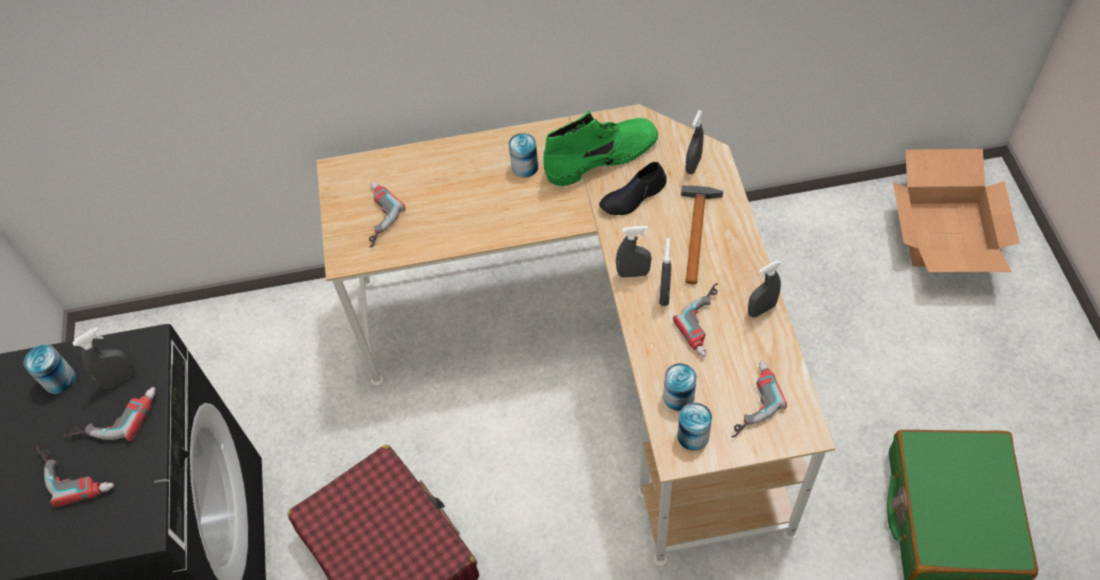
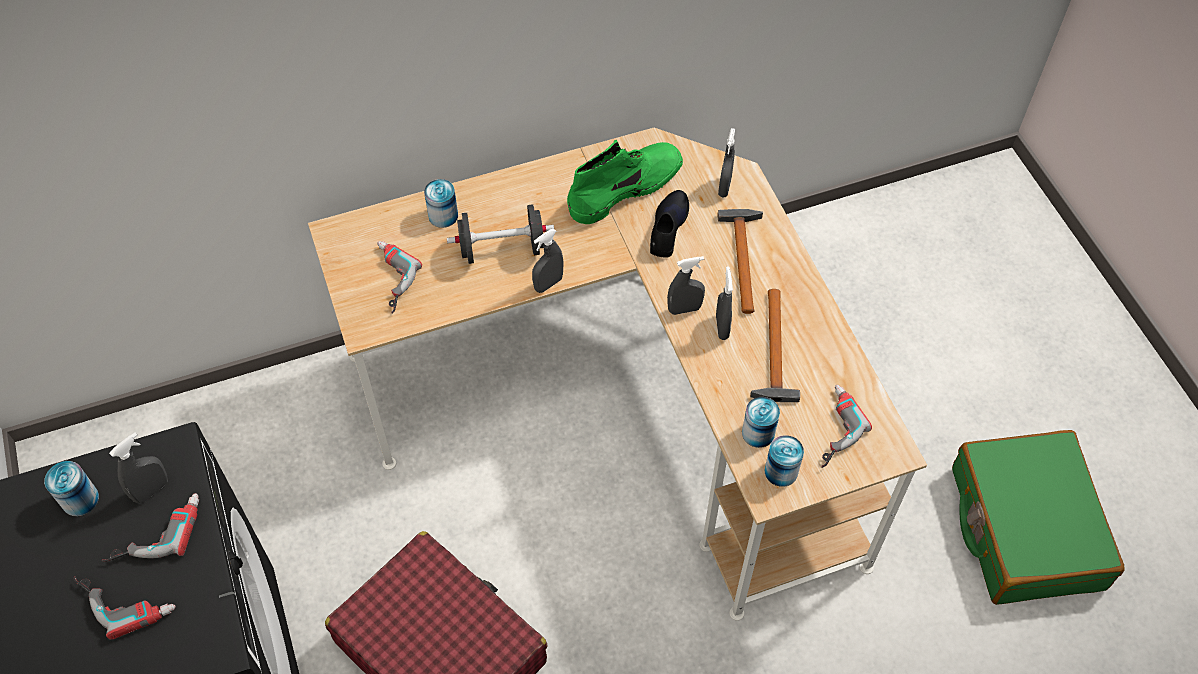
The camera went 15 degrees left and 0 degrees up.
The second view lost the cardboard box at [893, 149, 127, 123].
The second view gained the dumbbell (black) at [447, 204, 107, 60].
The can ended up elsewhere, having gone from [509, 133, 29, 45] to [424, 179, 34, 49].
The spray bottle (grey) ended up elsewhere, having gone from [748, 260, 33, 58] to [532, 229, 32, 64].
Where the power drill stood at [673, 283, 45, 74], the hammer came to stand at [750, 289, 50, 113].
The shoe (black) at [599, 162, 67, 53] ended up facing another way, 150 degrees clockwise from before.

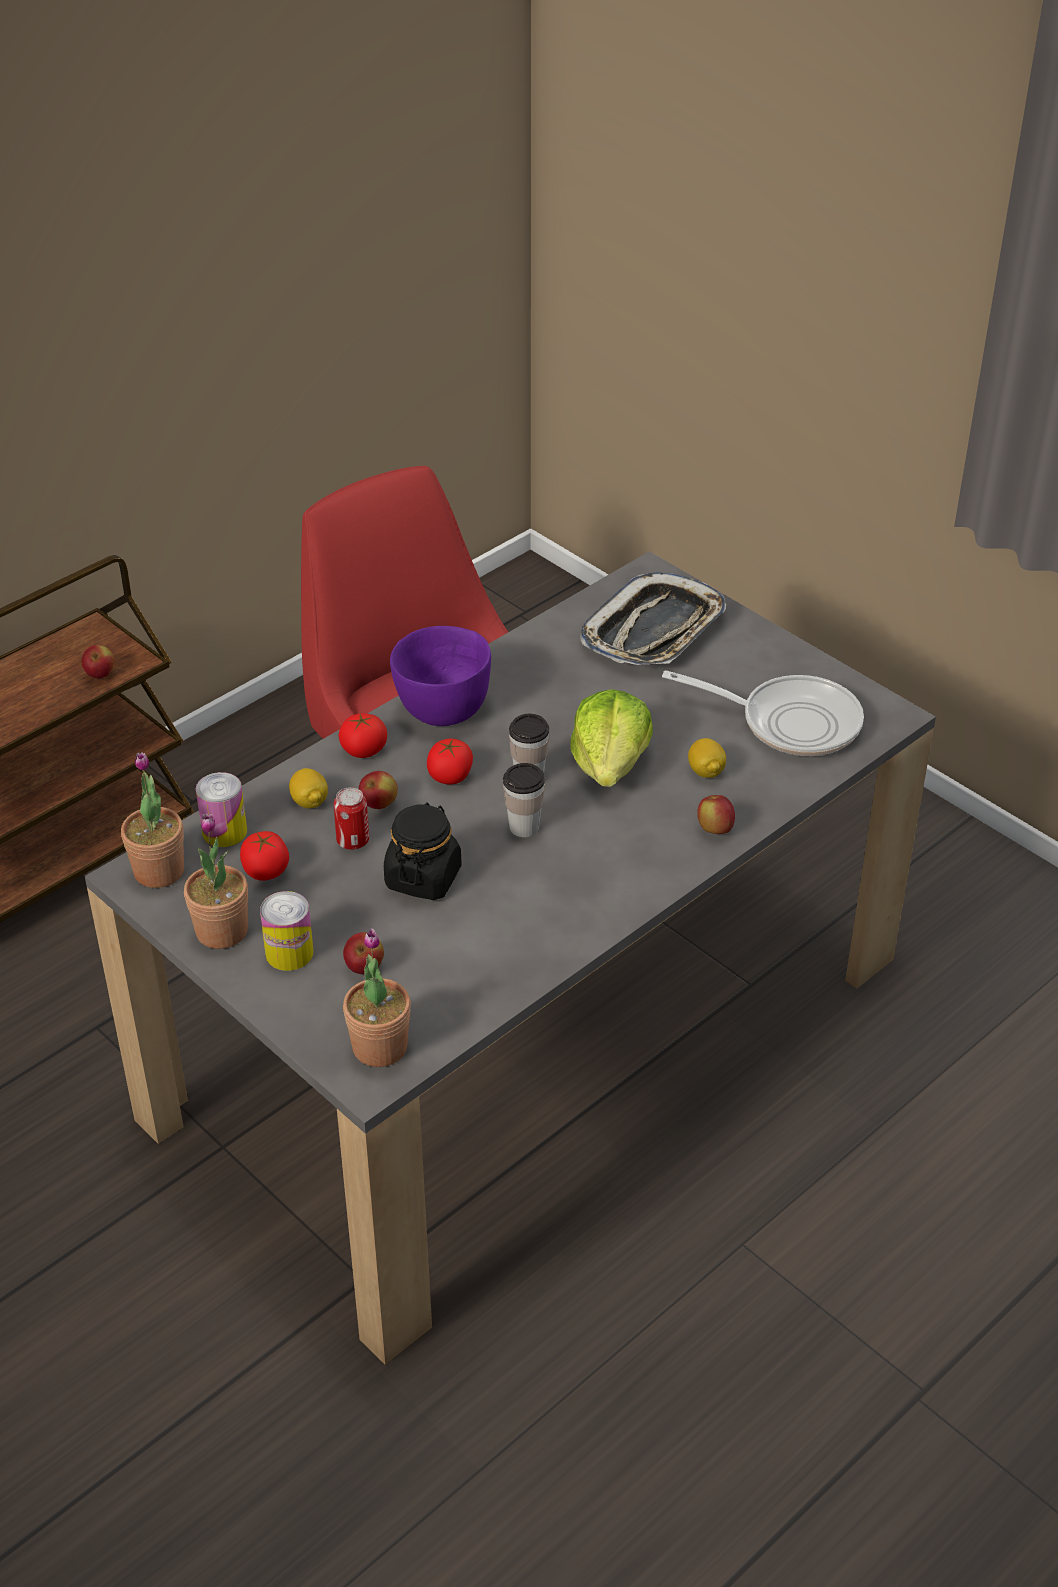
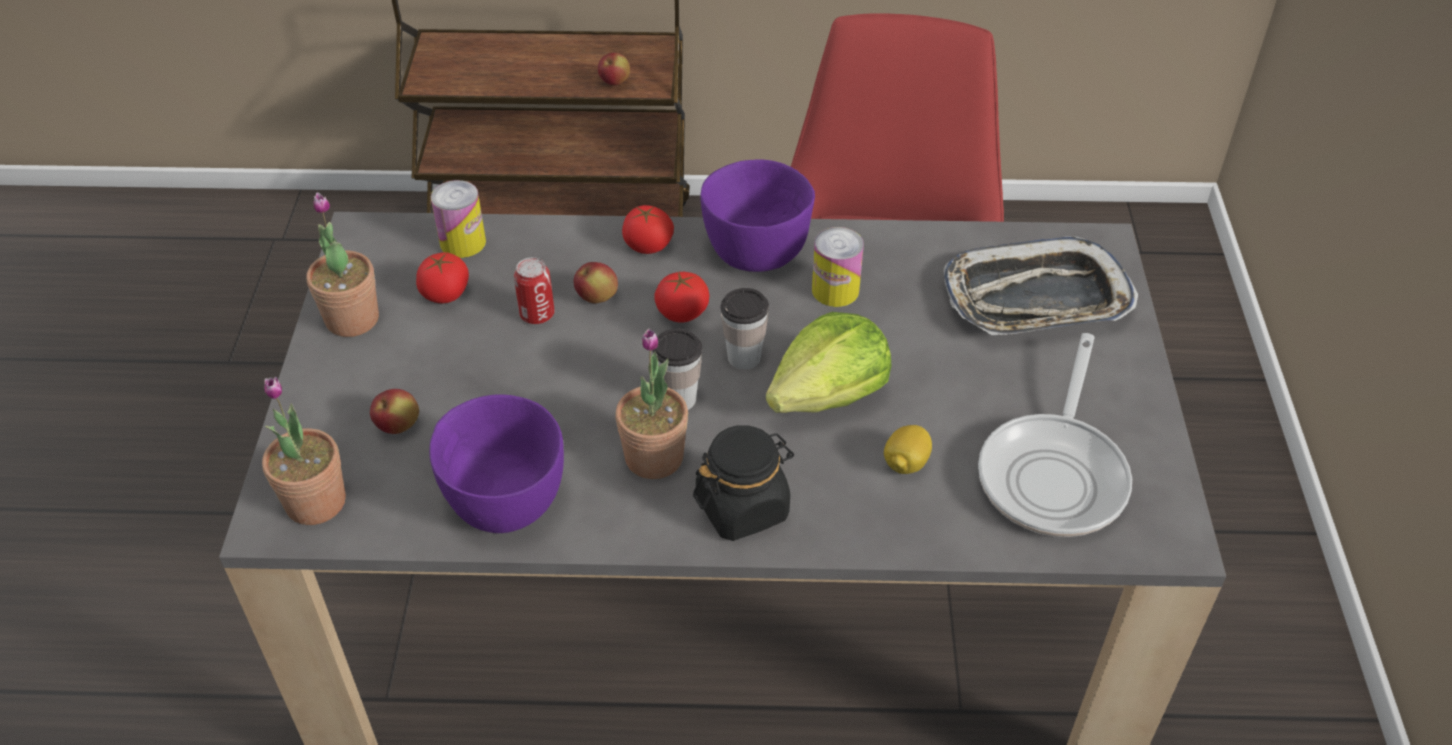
The camera went 45 degrees right and 5 degrees up.
The second view lost the lemon at [289, 768, 39, 40].
The second view lost the apple at [697, 795, 38, 39].
The second view gained the bowl (purple) at [430, 394, 134, 139].
The potted plant ended up elsewhere, having gone from [121, 752, 63, 136] to [615, 329, 73, 150].
The can ended up elsewhere, having gone from [260, 891, 53, 80] to [812, 227, 52, 80].
The jar (black) ended up elsewhere, having gone from [384, 802, 78, 98] to [693, 425, 101, 116].
The frying pan at [662, 670, 202, 86] ended up facing another way, 45 degrees clockwise from before.

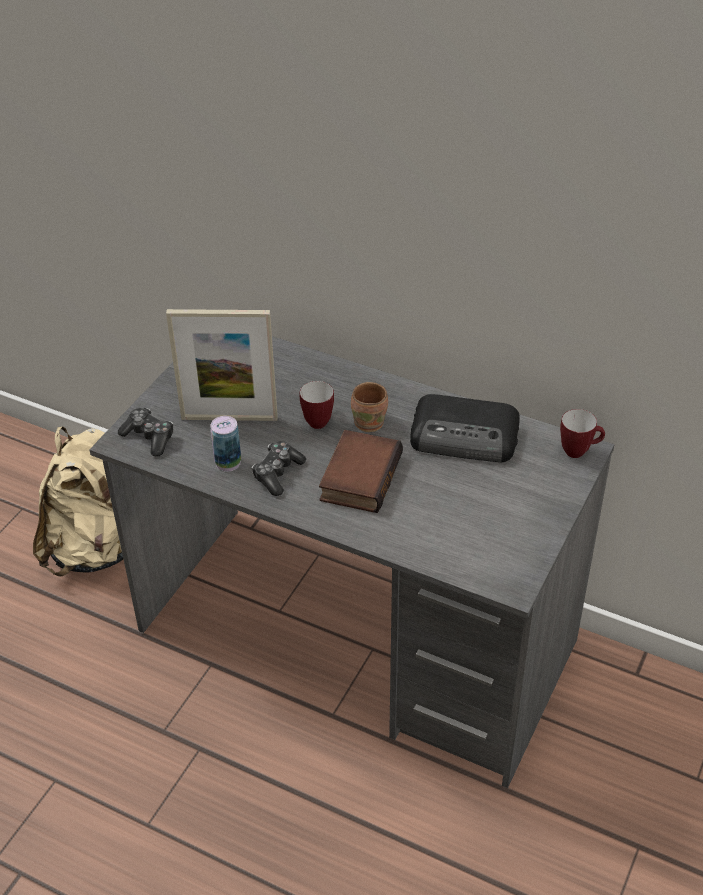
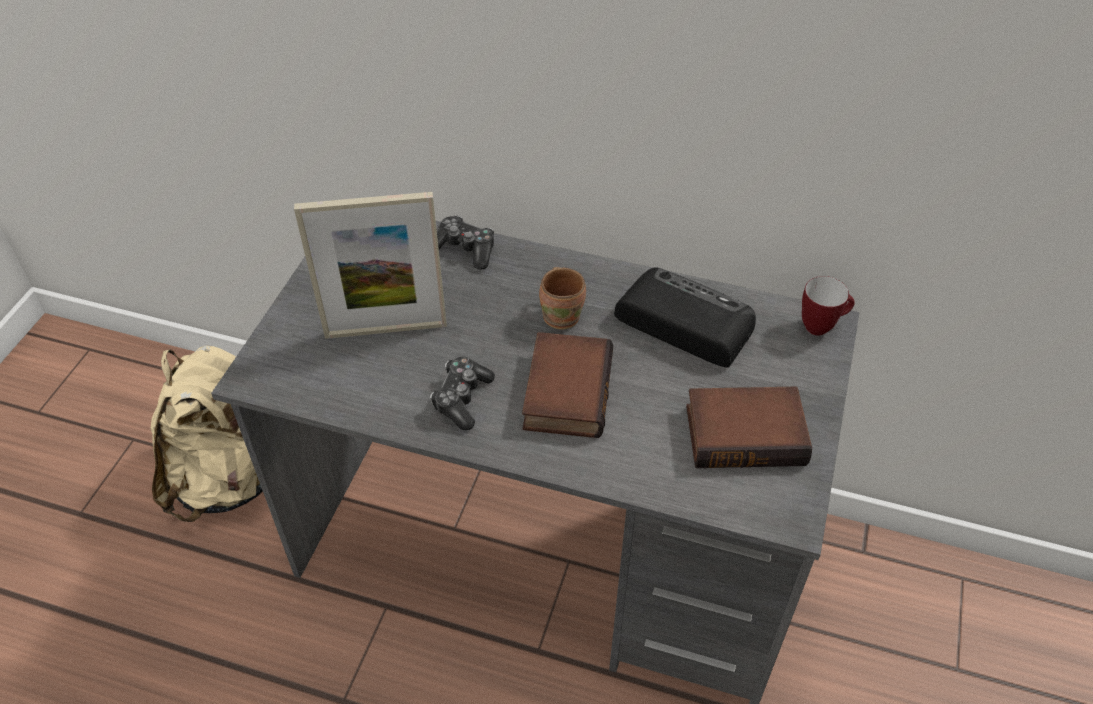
The camera went 10 degrees left and 5 degrees up.
The second view lost the can at [210, 416, 31, 56].
The second view lost the mug at [300, 381, 34, 48].
The second view gained the book at [686, 387, 126, 82].
The game controller ended up elsewhere, having gone from [118, 408, 56, 48] to [437, 216, 57, 54].
The radio at [410, 394, 110, 68] ended up facing another way, 150 degrees counterclockwise from before.

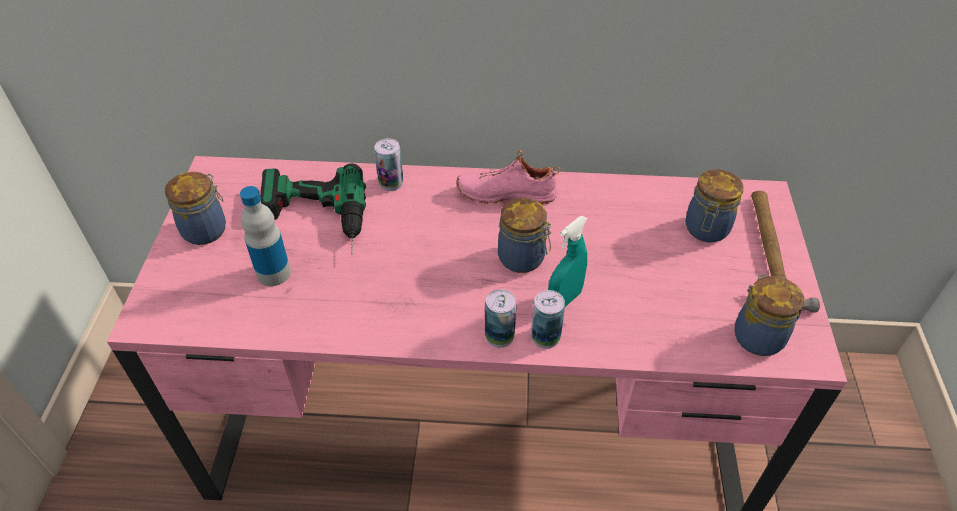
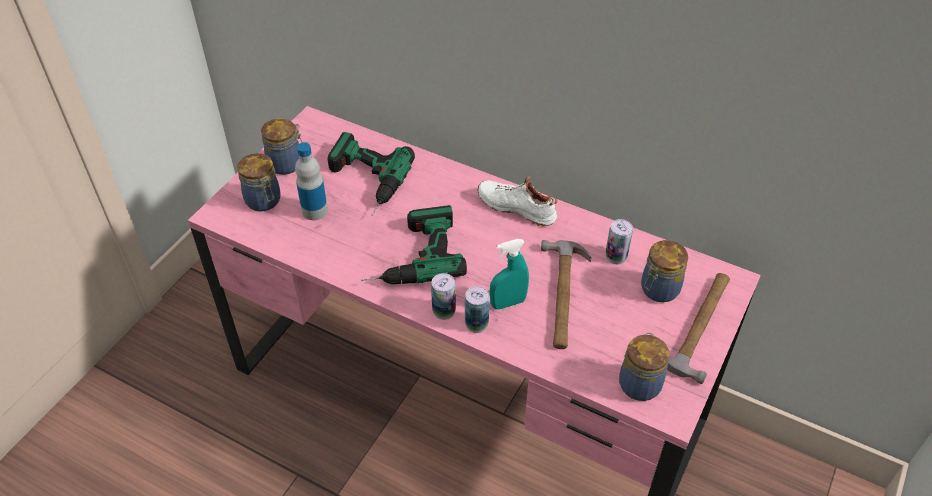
The camera went 25 degrees right and 0 degrees up.
The second view gained the power drill at [361, 205, 106, 79].
The second view gained the hammer at [541, 240, 51, 109].
The can ended up elsewhere, having gone from [374, 138, 29, 53] to [606, 219, 27, 45].
The jar ended up elsewhere, having gone from [498, 198, 53, 75] to [237, 153, 44, 59].
What was the shoe (pink) at [456, 150, 105, 55] turned into the shoe (white) at [478, 176, 79, 51].

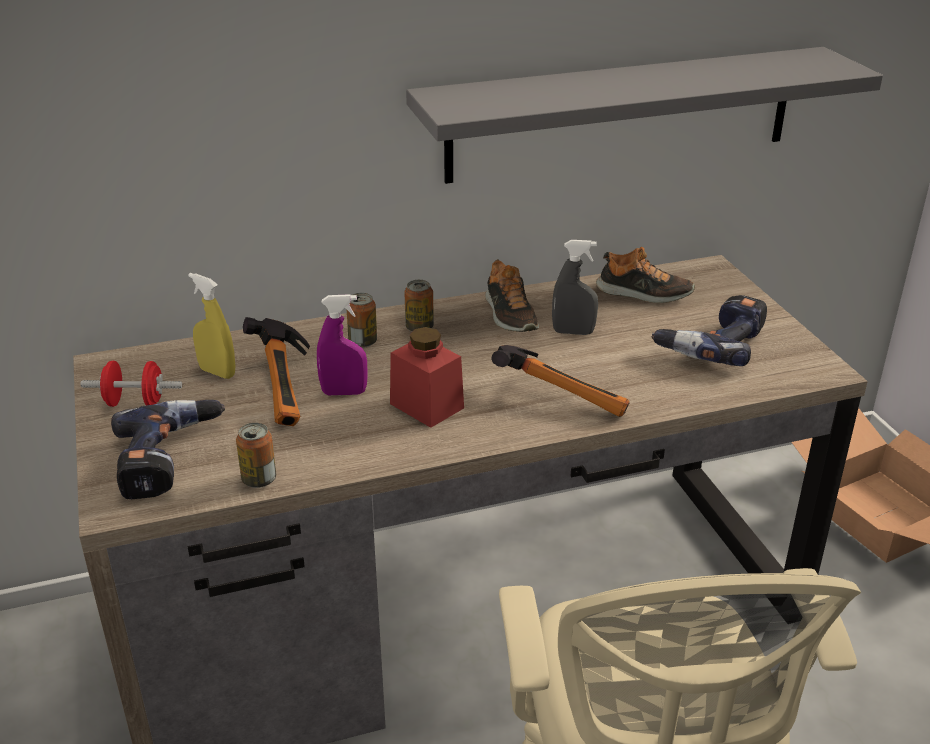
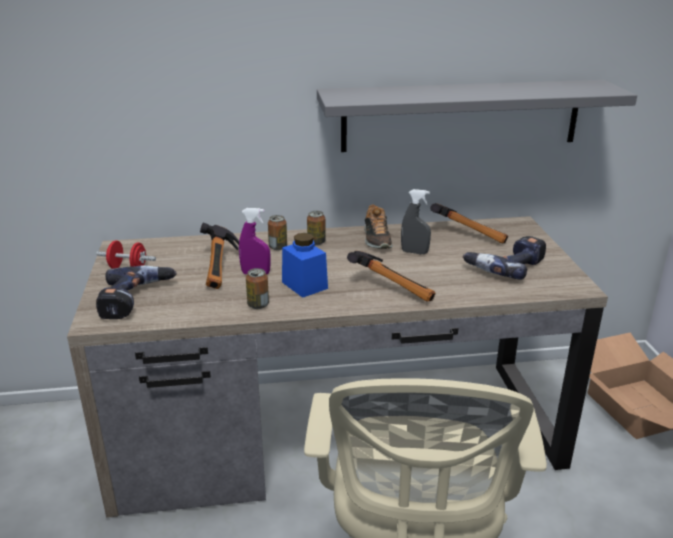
The camera went 10 degrees right and 5 degrees down.
The second view lost the spray bottle (yellow) at [188, 273, 47, 106].
The can ended up elsewhere, having gone from [236, 423, 40, 65] to [246, 268, 23, 41].
Where the shoe stood at [596, 247, 99, 56], the hammer came to stand at [430, 203, 78, 40].
What was the jar (red) at [390, 327, 74, 101] turned into the jar (blue) at [282, 233, 46, 65].

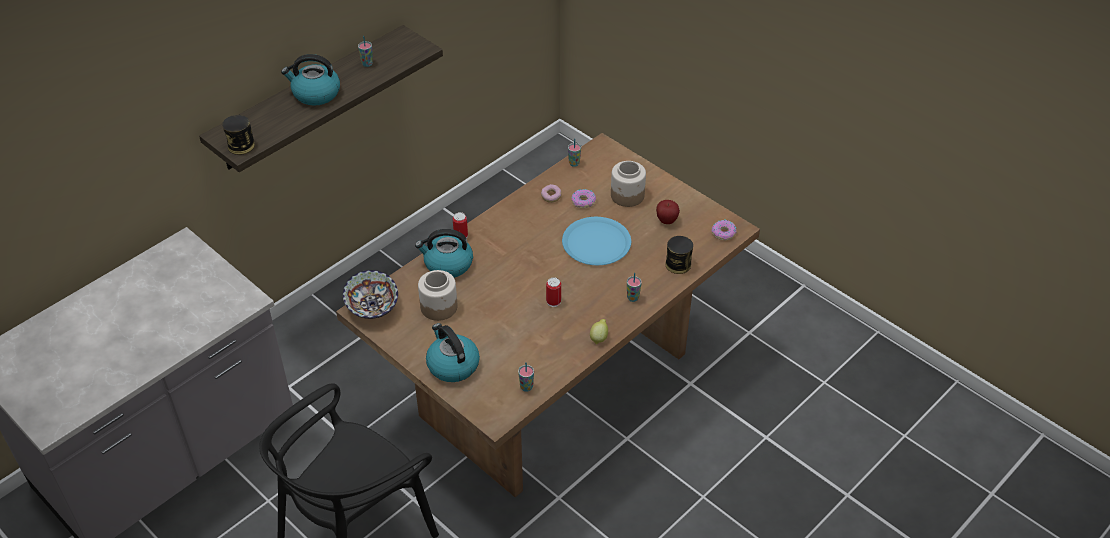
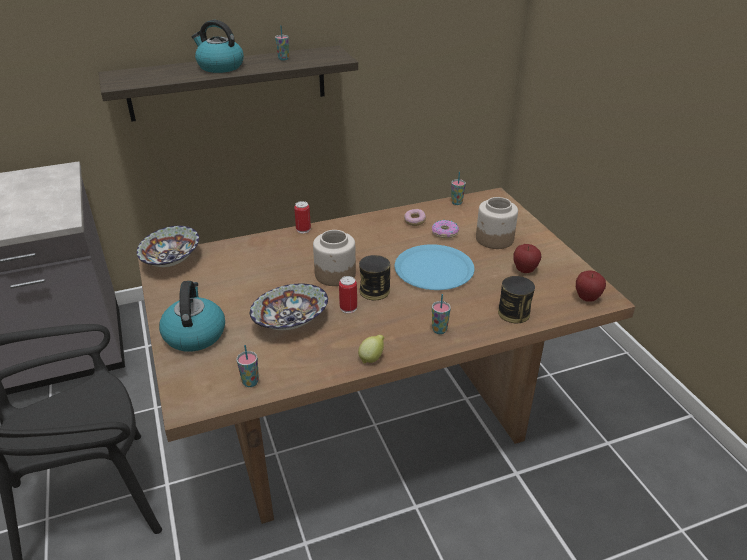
The camera went 25 degrees right and 10 degrees down.
The second view lost the kettle at [415, 229, 58, 49].
The second view gained the bowl at [250, 284, 78, 46].
The can ended up elsewhere, having gone from [222, 115, 33, 40] to [359, 255, 31, 45].
The jar ended up elsewhere, having gone from [418, 270, 40, 51] to [313, 230, 43, 56].
Where the donut stood at [711, 219, 26, 21], the apple came to stand at [576, 270, 30, 32].

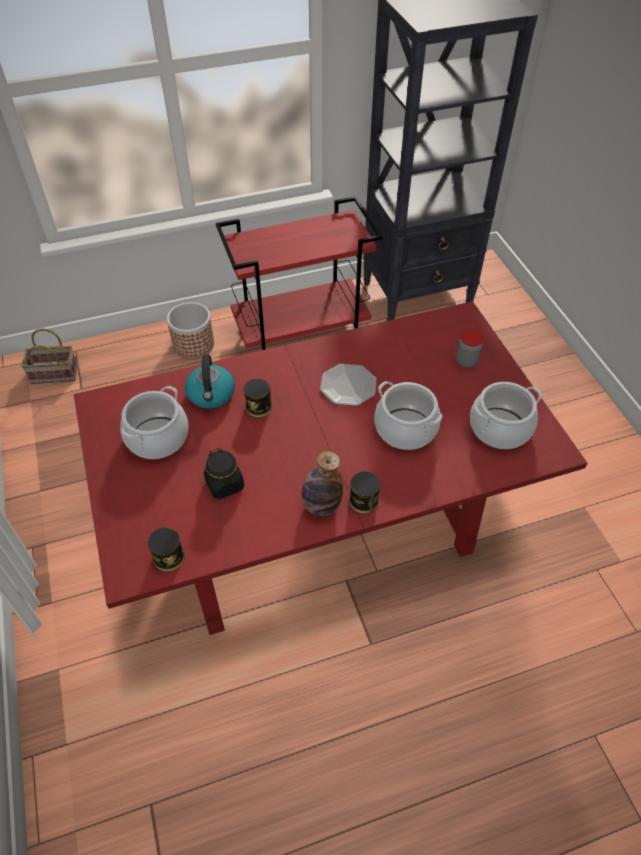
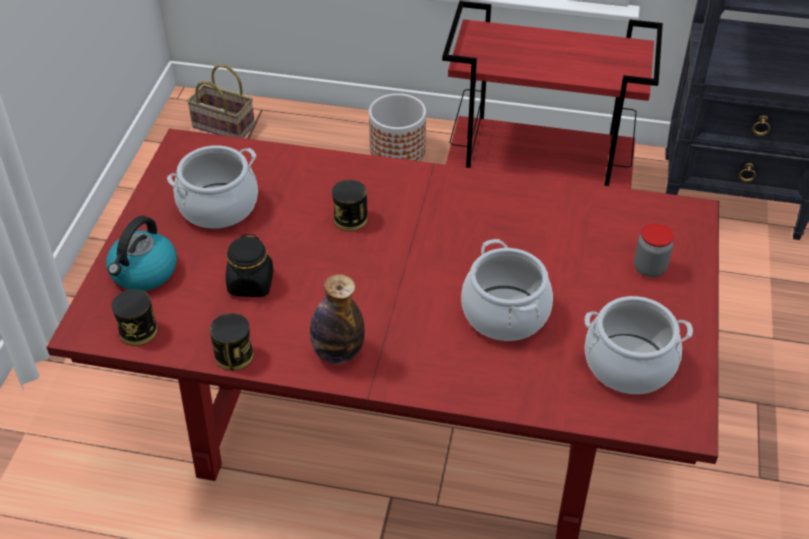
The camera went 30 degrees right and 5 degrees down.
The second view lost the plate at [320, 364, 57, 42].
The kettle ended up elsewhere, having gone from [185, 354, 50, 55] to [106, 216, 71, 75].
The can ended up elsewhere, having gone from [350, 471, 30, 43] to [210, 313, 44, 58].

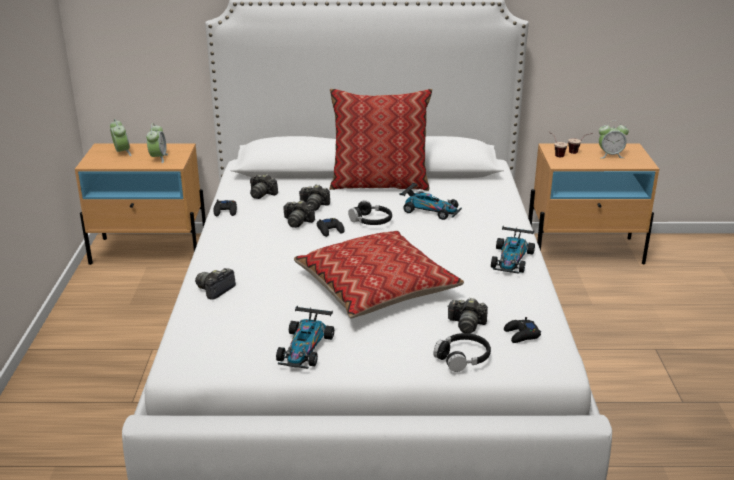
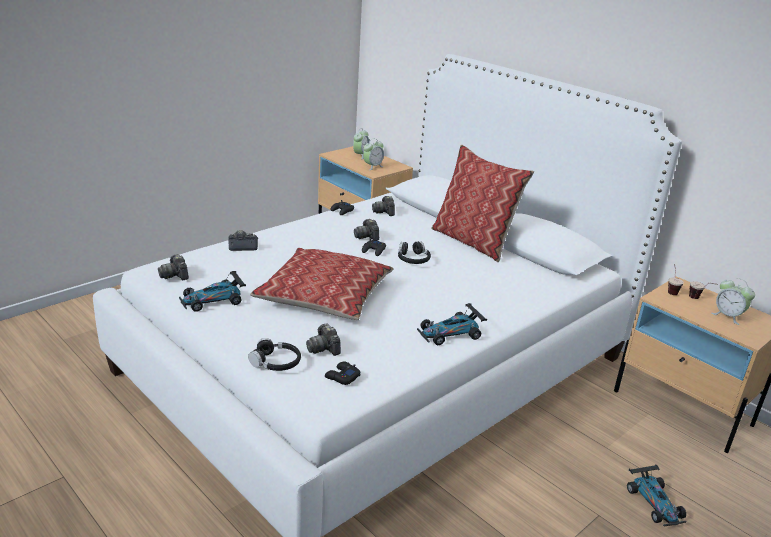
The camera went 45 degrees right and 0 degrees up.
The photo camera ended up elsewhere, having gone from [299, 184, 31, 27] to [158, 254, 31, 27].
The toy car ended up elsewhere, having gone from [399, 183, 63, 37] to [627, 464, 60, 63].

